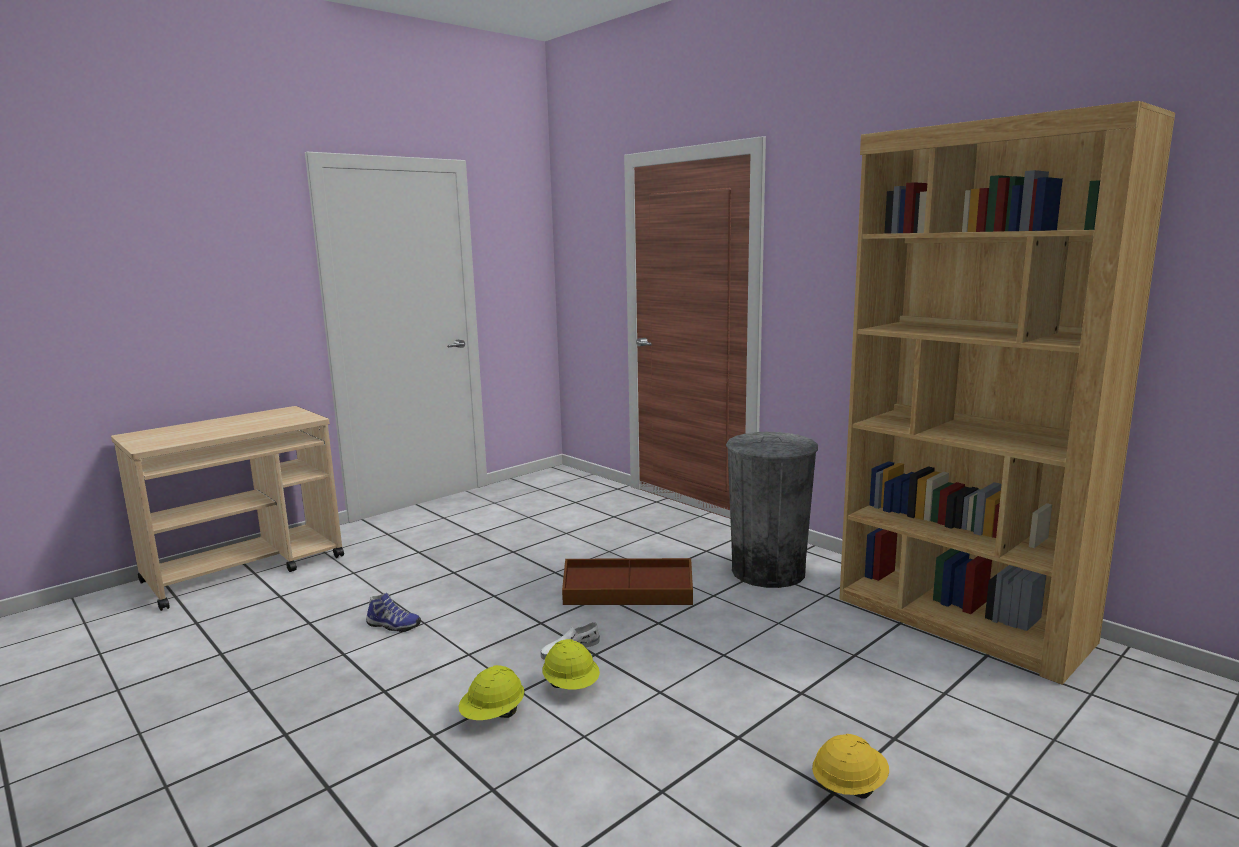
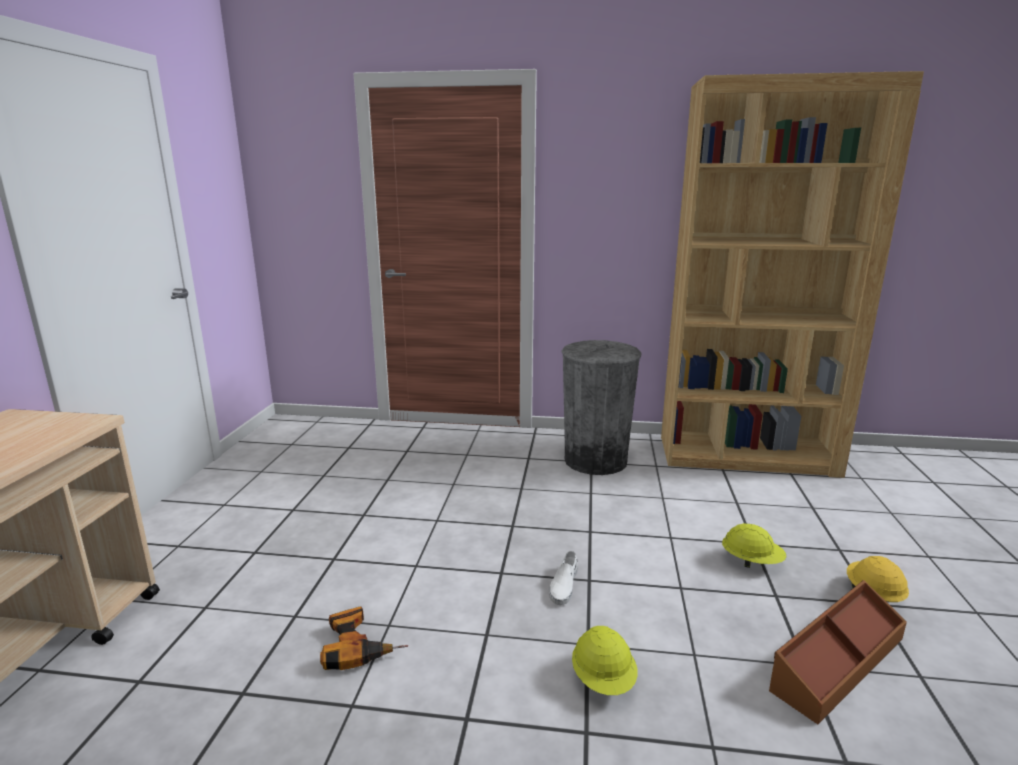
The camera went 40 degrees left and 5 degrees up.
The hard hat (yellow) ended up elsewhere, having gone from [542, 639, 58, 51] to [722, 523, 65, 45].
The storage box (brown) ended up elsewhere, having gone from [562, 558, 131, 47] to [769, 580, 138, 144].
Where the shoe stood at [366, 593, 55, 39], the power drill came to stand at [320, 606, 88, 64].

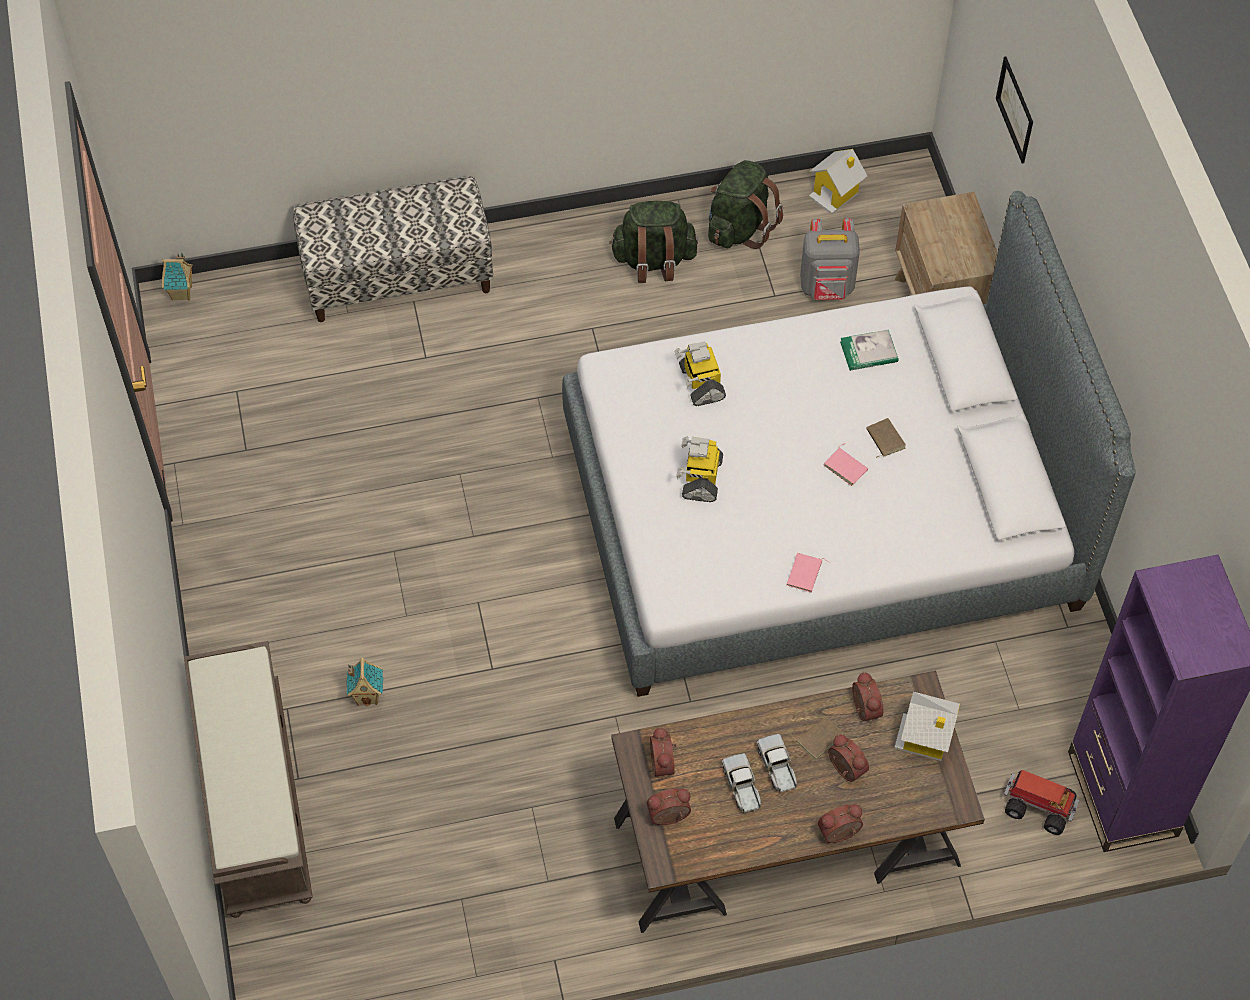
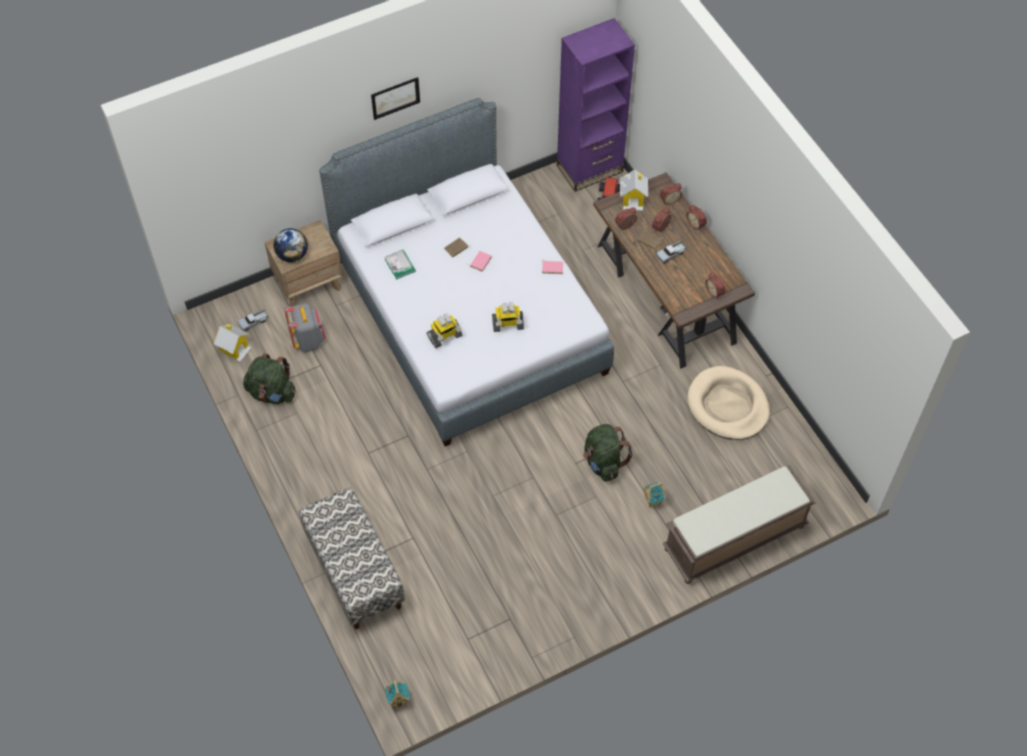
The camera went 105 degrees left and 0 degrees up.
The second view gained the globe at [274, 228, 34, 34].
The second view gained the dog bed (beige) at [687, 366, 83, 74].
The backpack (green) ended up elsewhere, having gone from [609, 201, 89, 82] to [583, 424, 50, 58].
The alarm clock ended up elsewhere, having gone from [650, 727, 26, 52] to [660, 183, 22, 22].
The toy truck ended up elsewhere, having gone from [722, 753, 39, 60] to [238, 309, 30, 22].
The picture ended up elsewhere, having gone from [996, 56, 37, 107] to [371, 77, 49, 43].

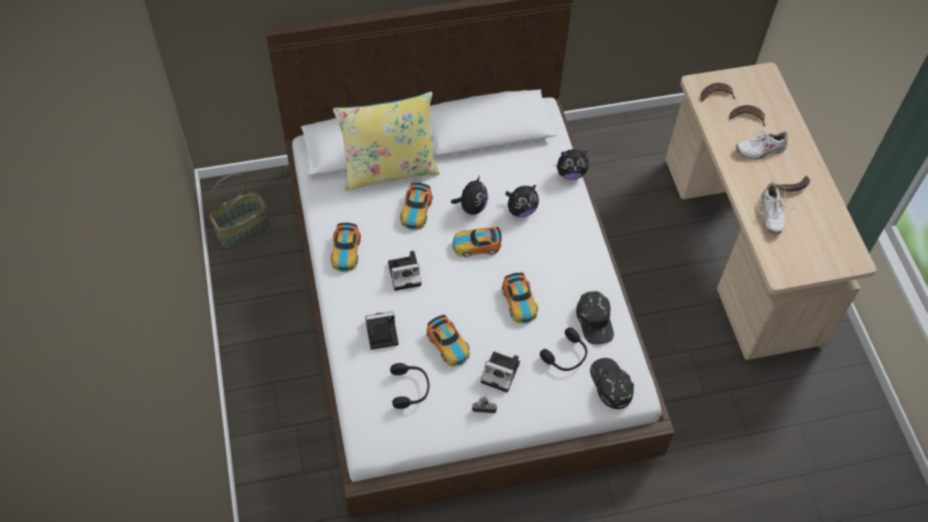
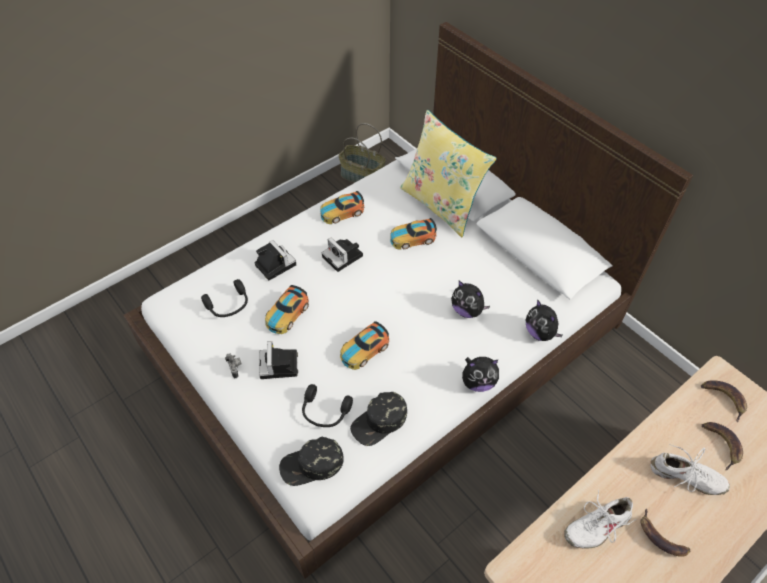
The camera went 65 degrees right and 5 degrees down.
The second view lost the toy car at [452, 227, 50, 30].
The plush toy ended up elsewhere, having gone from [451, 176, 37, 39] to [462, 357, 37, 35].
The cap (black) at [590, 358, 44, 51] ended up facing another way, 150 degrees counterclockwise from before.
The shoe (white) at [736, 128, 52, 31] ended up facing another way, 150 degrees clockwise from before.

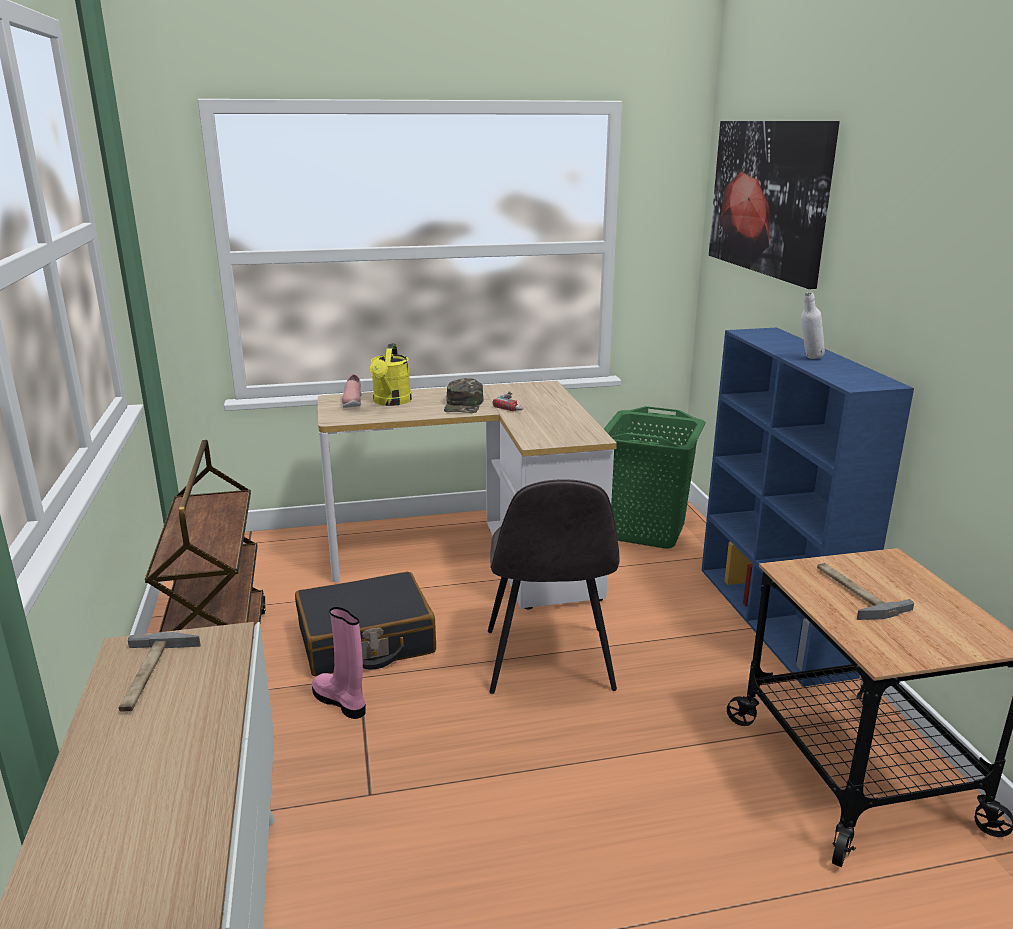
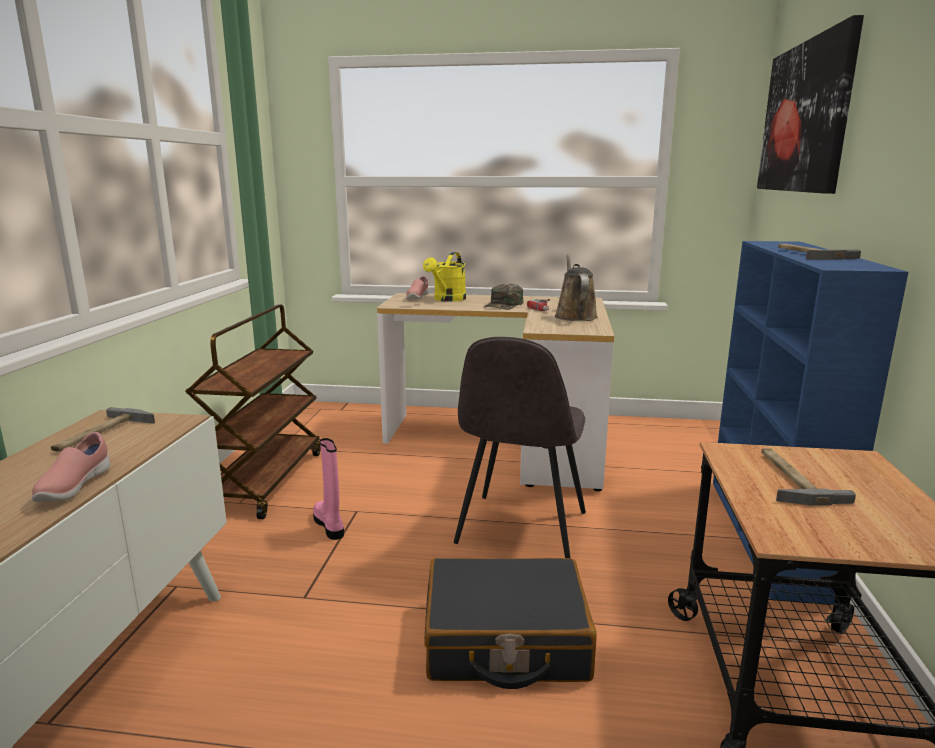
The camera went 20 degrees right and 5 degrees down.
The second view lost the laundry basket (green) at [604, 406, 102, 143].
The second view gained the shoe (pink) at [32, 432, 79, 70].
The second view gained the watering can (brown) at [555, 254, 43, 67].
The suitcase (black) ended up elsewhere, having gone from [295, 572, 141, 104] to [424, 558, 173, 131].
Where the bottle (white) stood at [801, 292, 24, 67], the hammer came to stand at [778, 244, 83, 16].

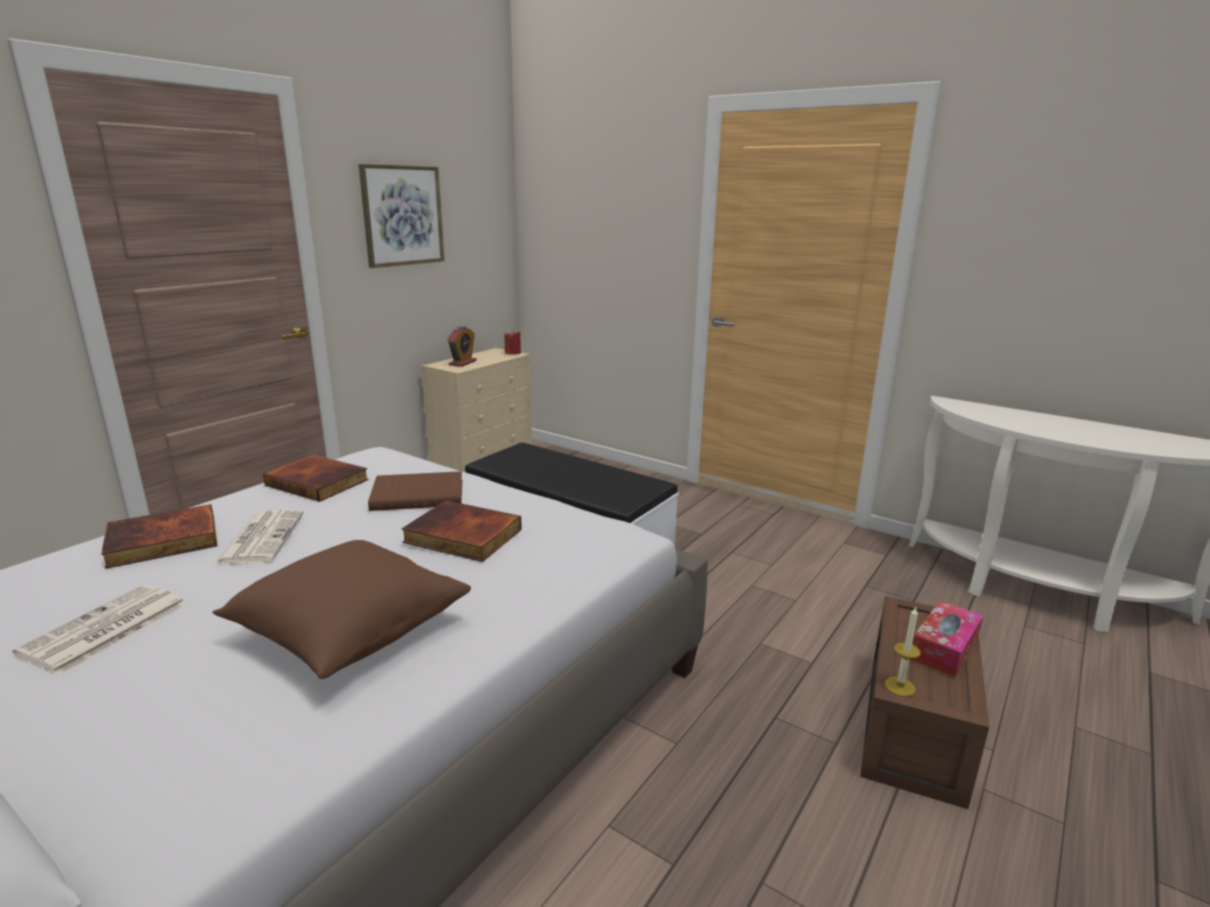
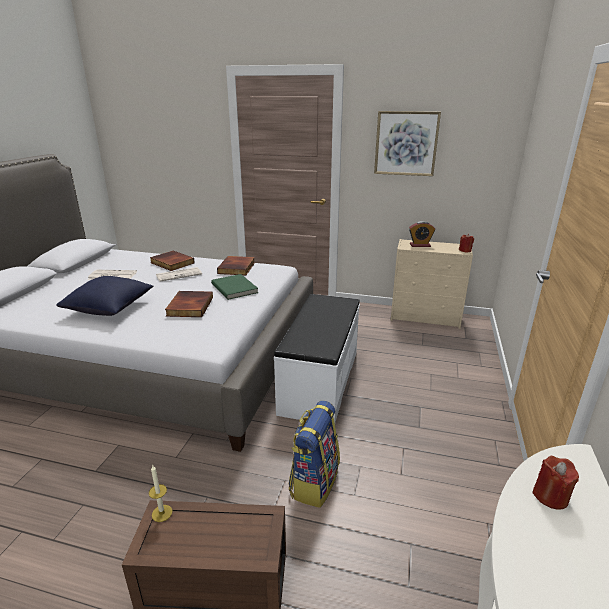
The camera went 70 degrees right and 5 degrees up.
The second view lost the tissue box at [910, 601, 73, 76].
The second view gained the backpack at [288, 401, 52, 107].
The second view gained the candle (red) at [532, 456, 47, 54].
What was the pillow (brown) at [213, 540, 258, 139] turned into the pillow (blue) at [56, 276, 97, 40].
What was the book (brown) at [368, 471, 94, 40] turned into the book (green) at [211, 274, 47, 26].

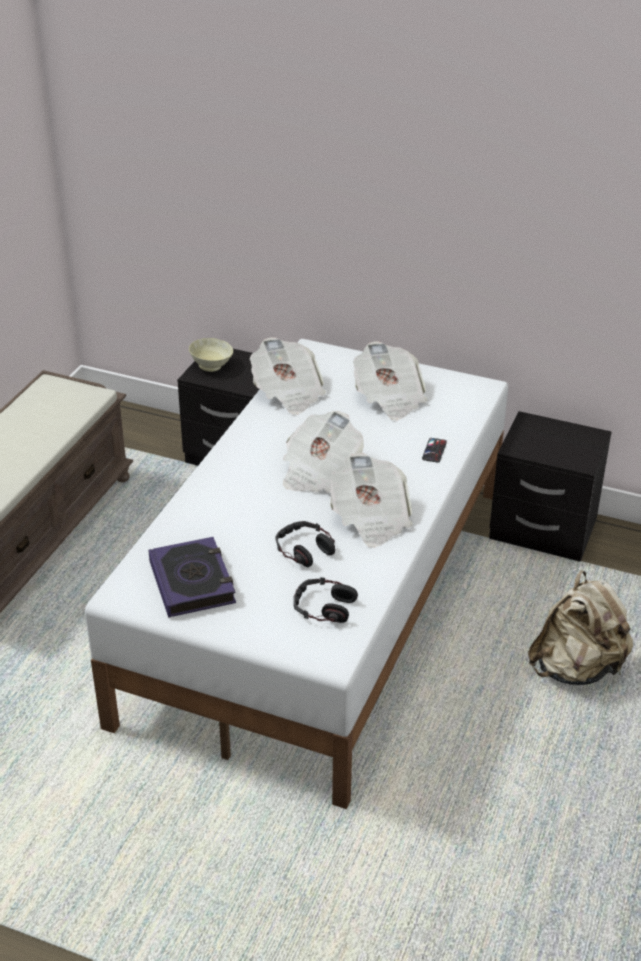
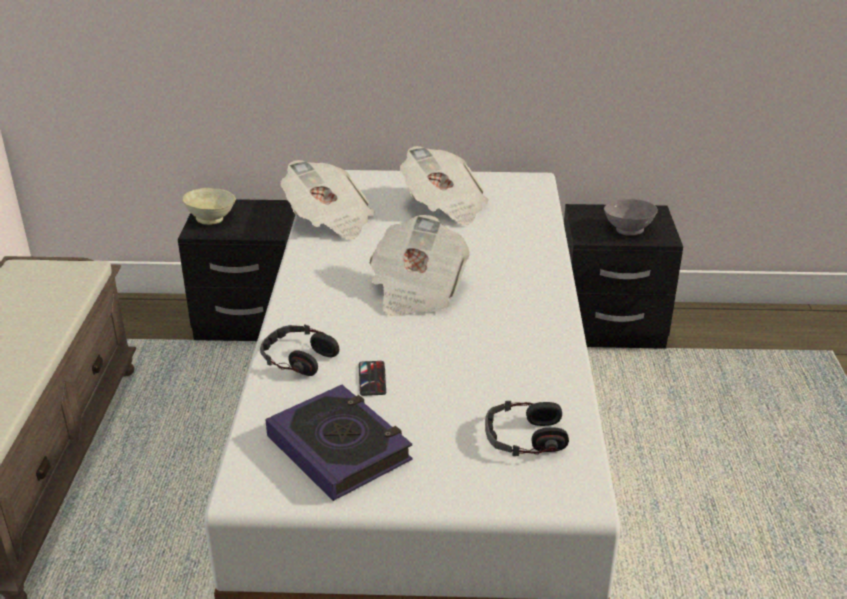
The camera went 20 degrees left and 5 degrees down.
The second view lost the newspaper at [330, 453, 83, 95].
The second view lost the backpack (beige) at [528, 571, 105, 114].
The second view gained the bowl (grey) at [604, 199, 54, 37].
The headphones ended up elsewhere, having gone from [276, 521, 59, 46] to [260, 324, 79, 52].
The phone ended up elsewhere, having gone from [422, 438, 25, 25] to [359, 361, 27, 35].

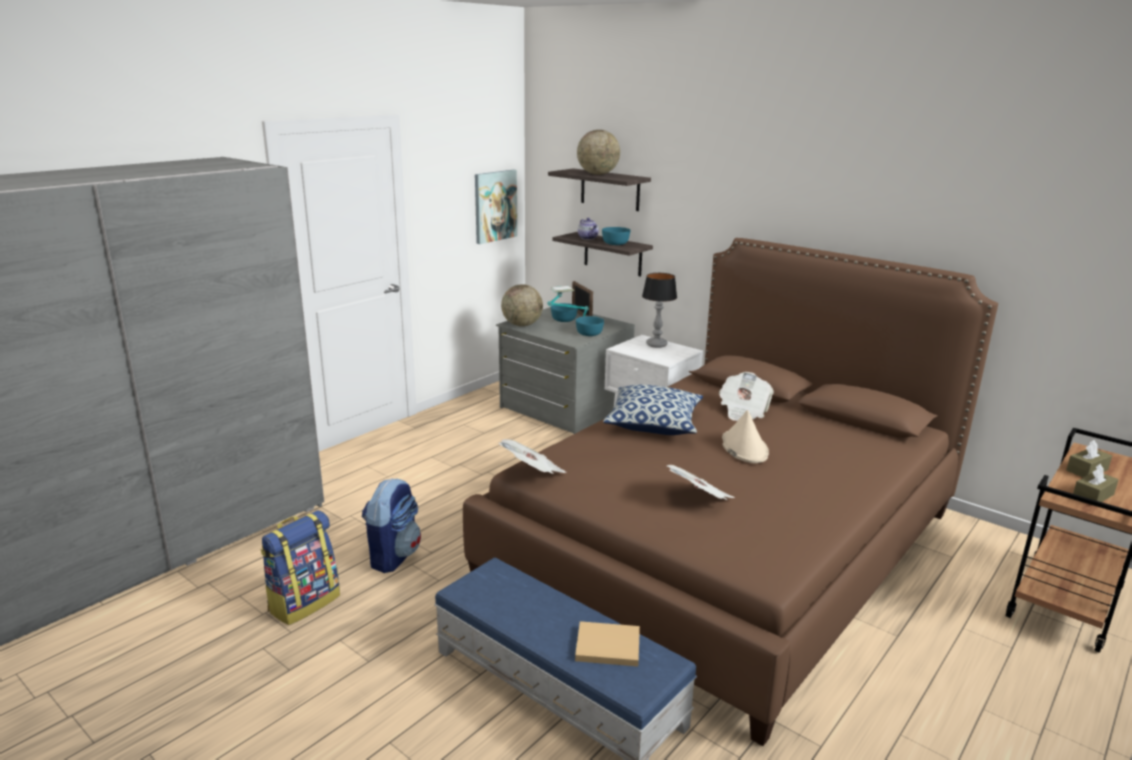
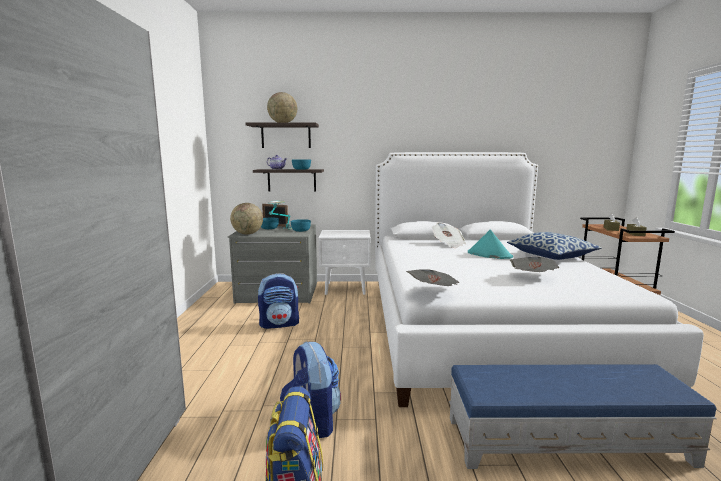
The camera went 40 degrees left and 10 degrees down.
The second view lost the picture at [475, 170, 42, 74].
The second view lost the book (beige) at [575, 621, 65, 46].
The second view lost the table lamp at [642, 273, 35, 75].
The second view gained the backpack at [258, 273, 41, 56].
The pillow ended up elsewhere, having gone from [603, 385, 100, 50] to [507, 232, 94, 28].
What was the bed (brown) at [463, 238, 535, 508] turned into the bed (white) at [375, 152, 329, 255].
What was the hat (beige) at [722, 410, 47, 53] turned into the hat (turquoise) at [468, 230, 45, 29].

